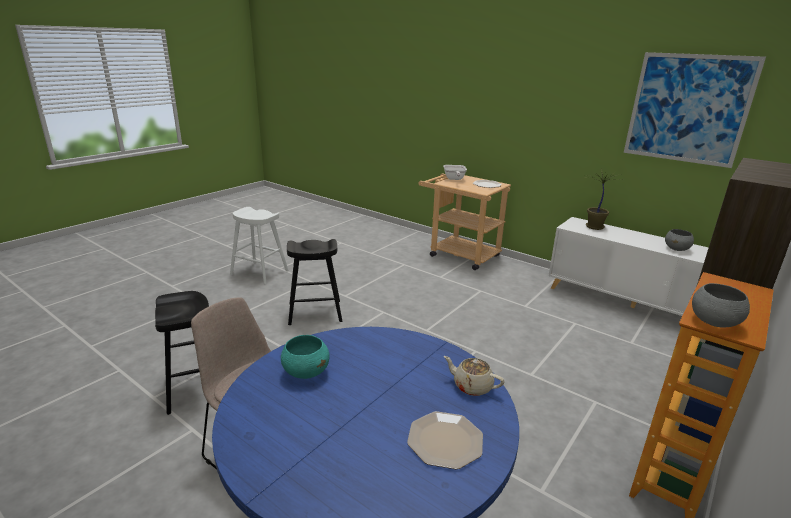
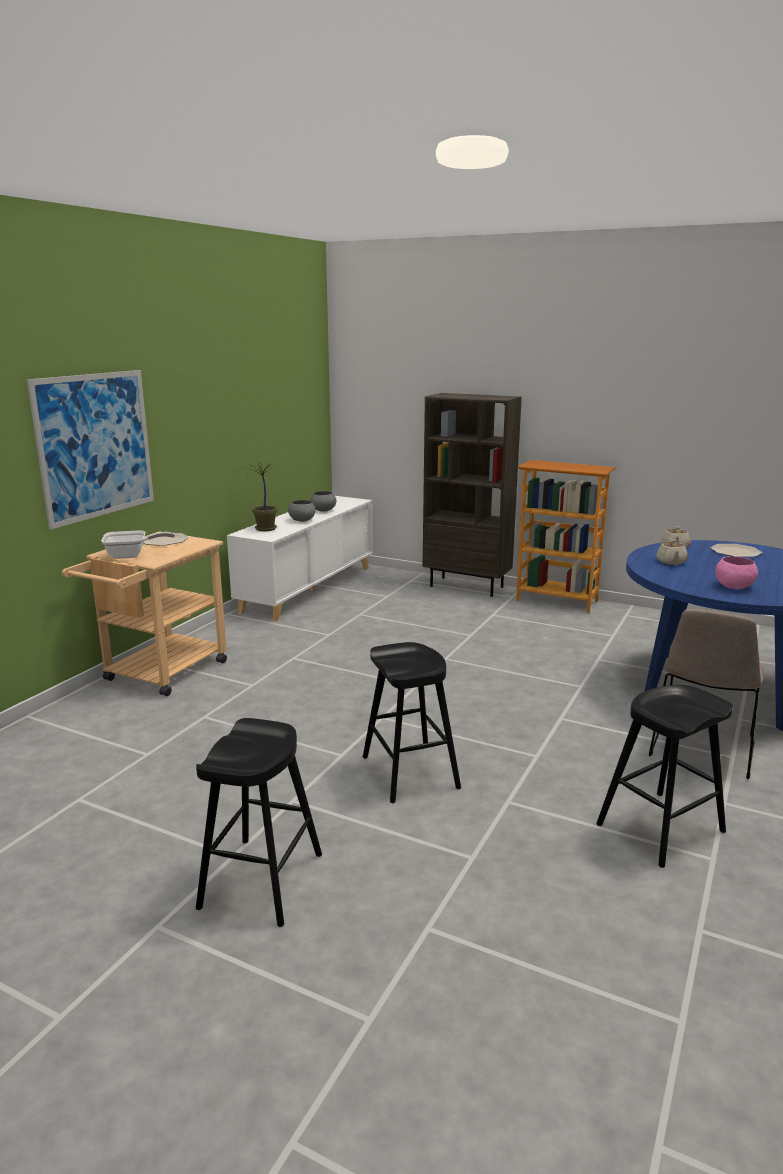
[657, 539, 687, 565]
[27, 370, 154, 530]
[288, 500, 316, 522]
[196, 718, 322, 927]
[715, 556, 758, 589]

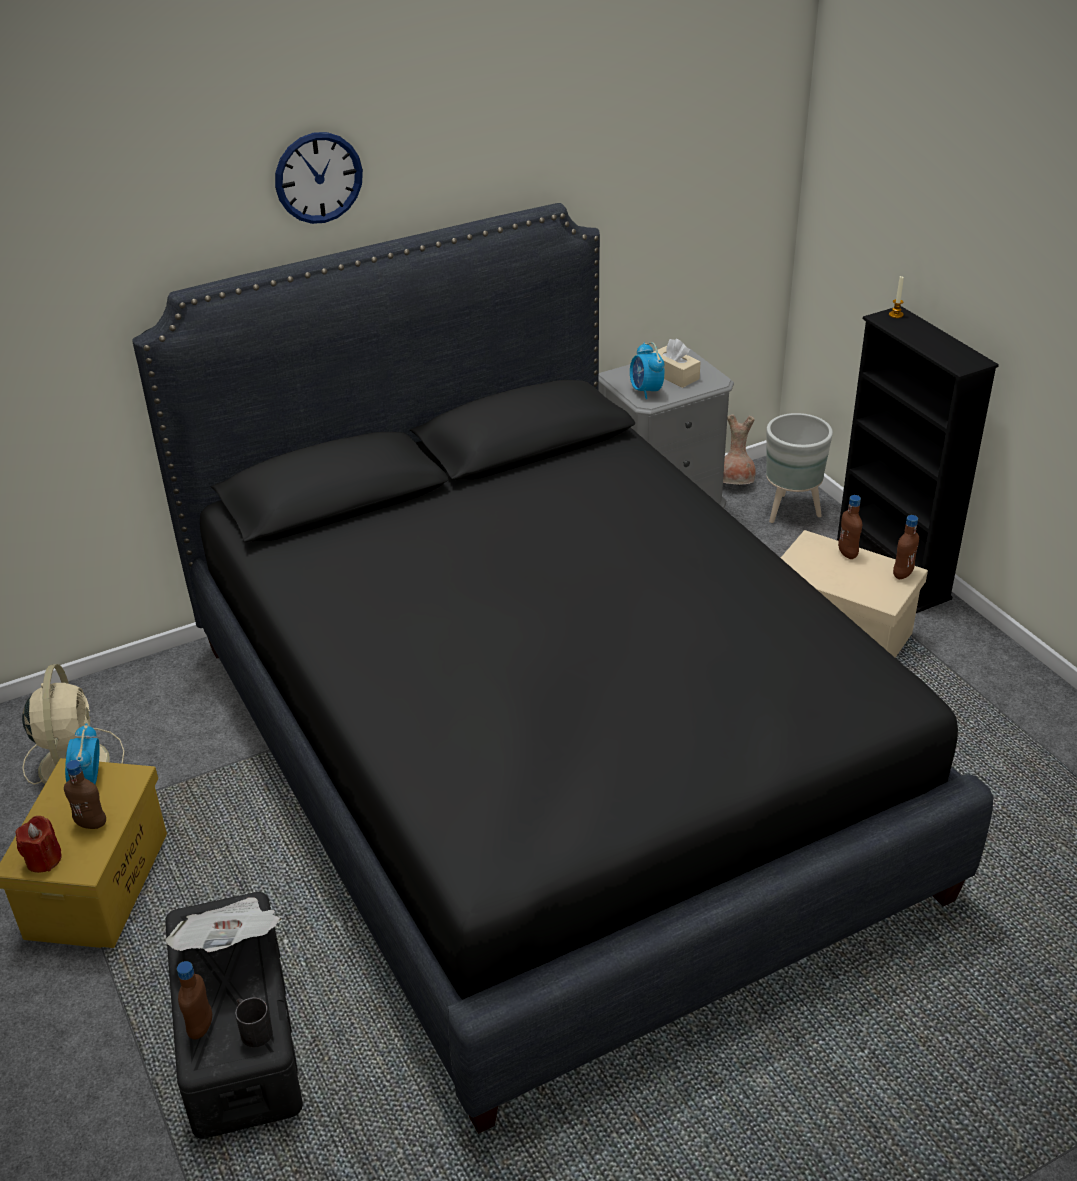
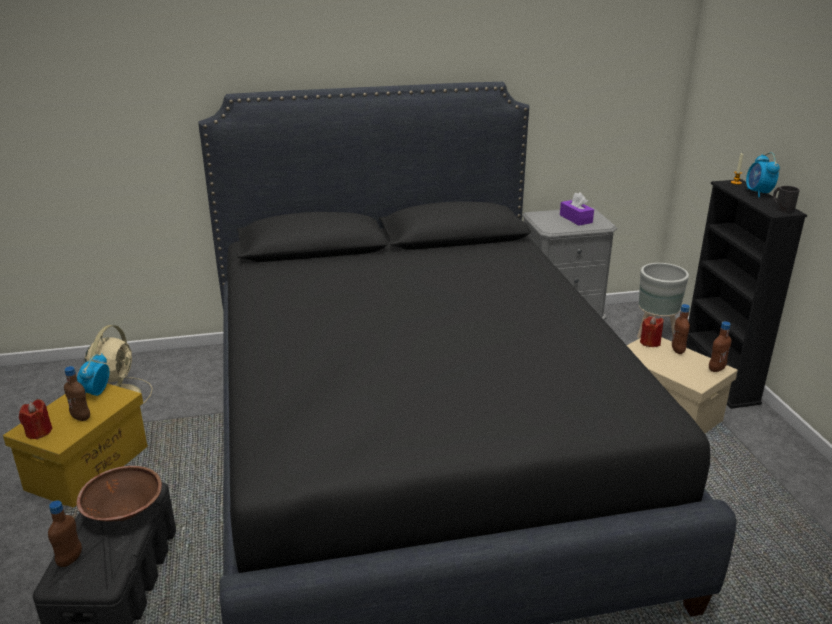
[275, 132, 363, 224] (first image)
[723, 414, 756, 484] (first image)
[640, 316, 664, 347]
[773, 186, 800, 213]
[746, 152, 780, 198]
[77, 466, 162, 522]
[560, 192, 594, 226]

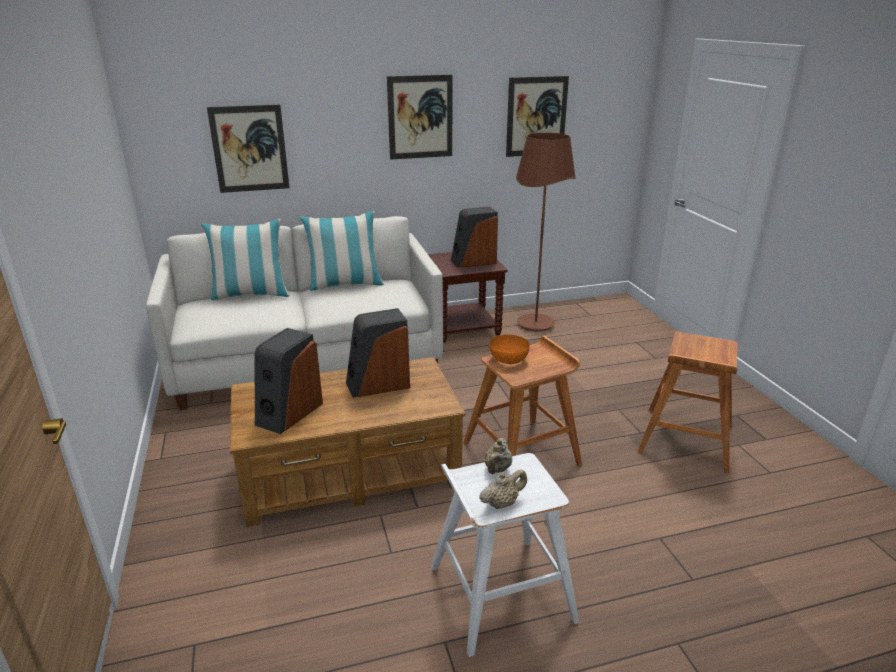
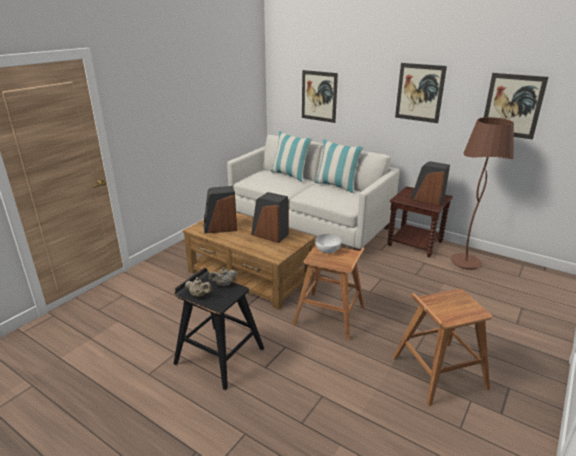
[174, 268, 264, 390]
[315, 234, 341, 253]

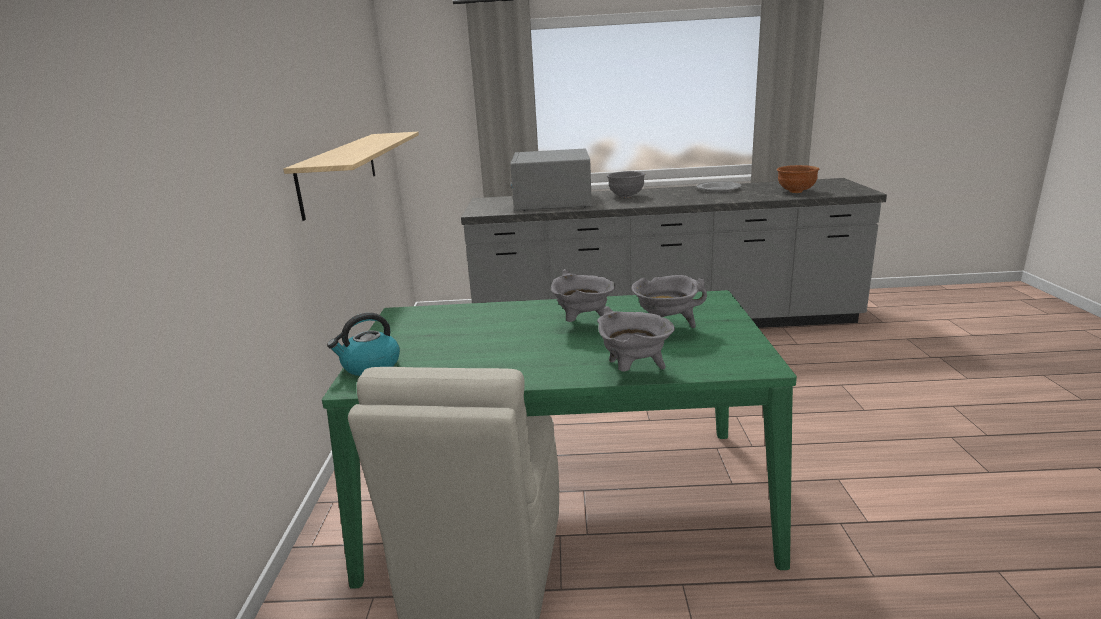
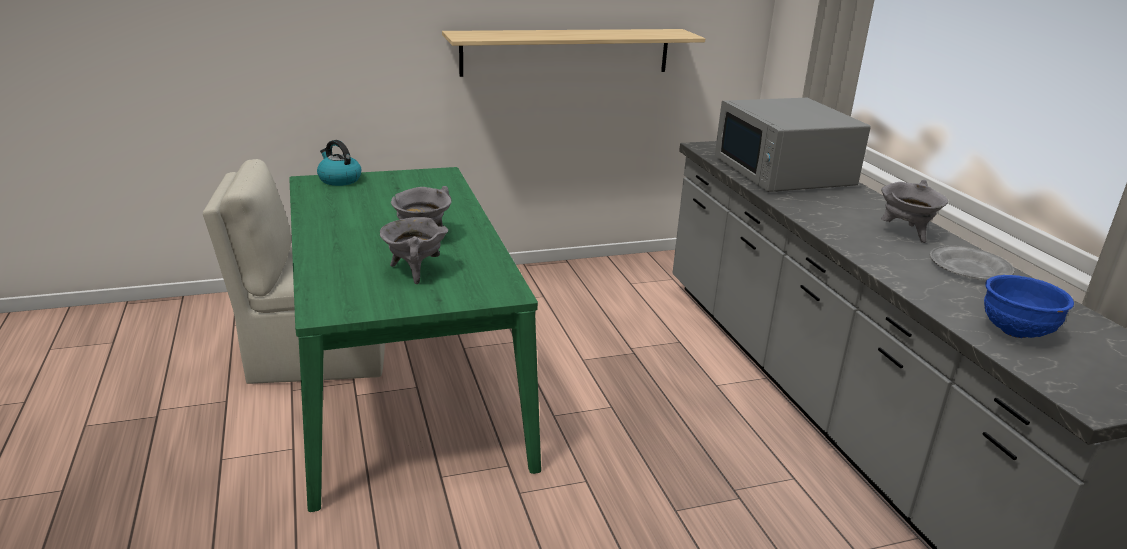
[607, 171, 645, 198] (first image)
[881, 180, 948, 243]
[984, 275, 1074, 338]
[715, 98, 871, 192]

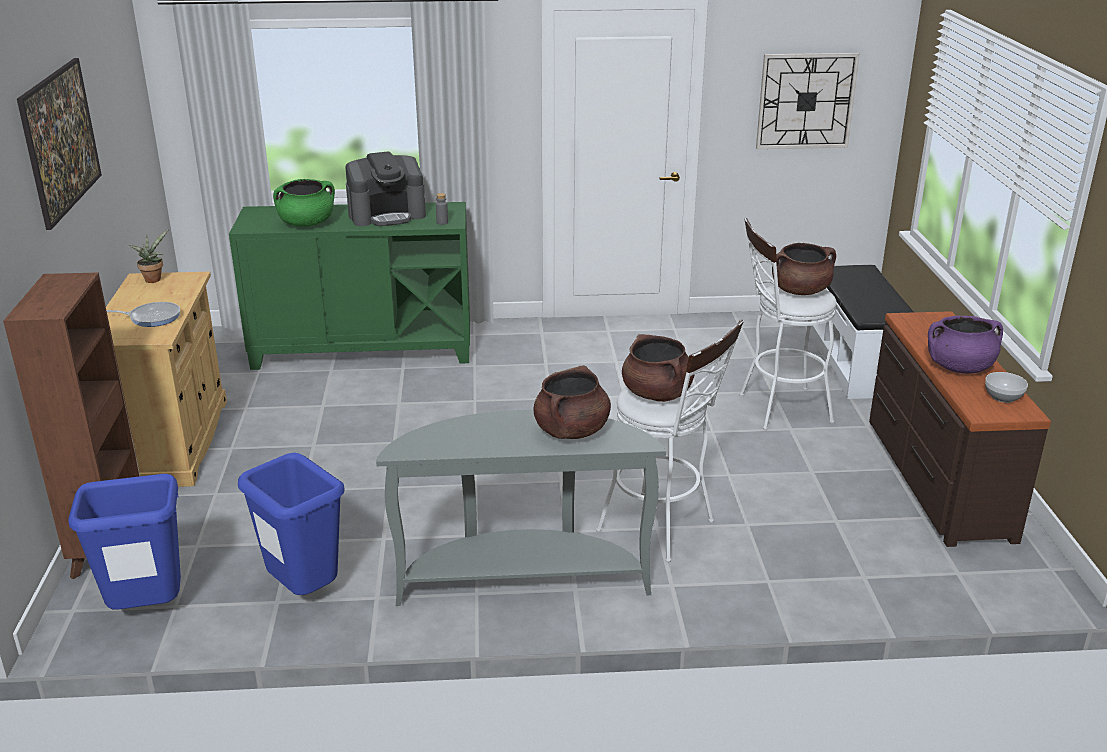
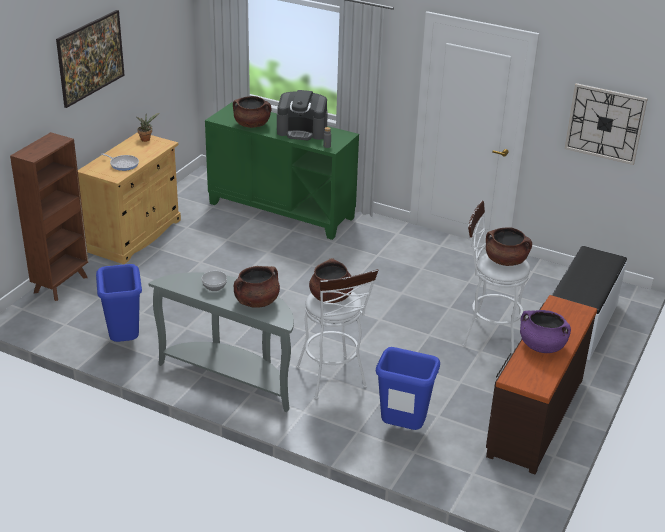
[376, 347, 440, 430]
[202, 271, 227, 291]
[233, 96, 271, 128]

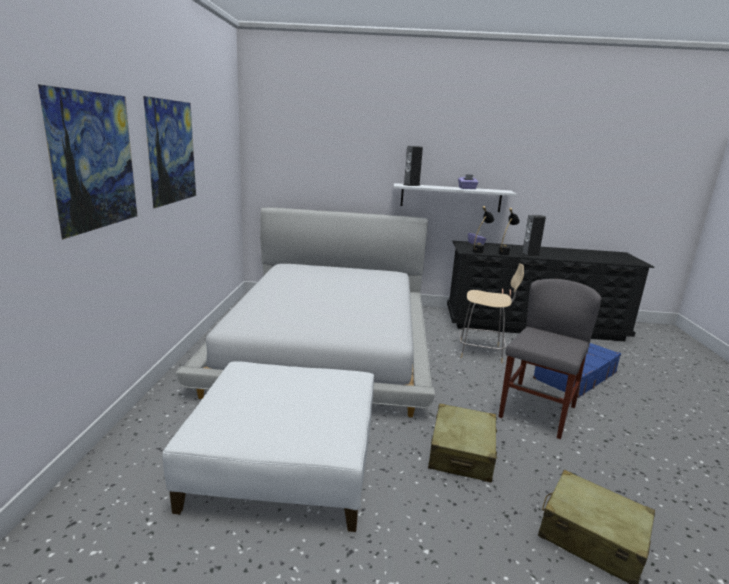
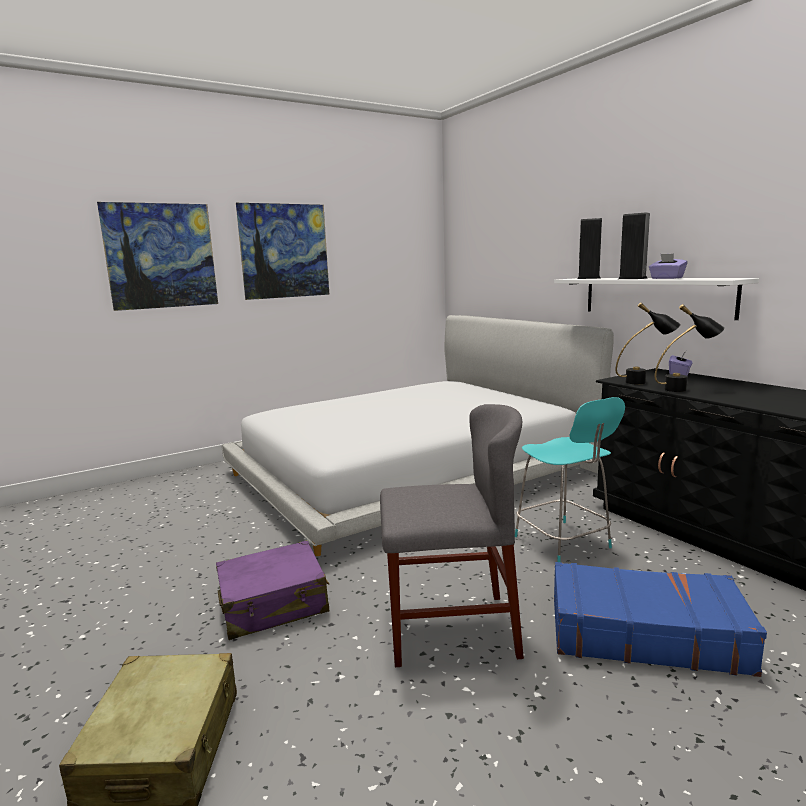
[162, 361, 374, 532] (first image)
[618, 212, 650, 279]
[216, 541, 329, 640]
[515, 397, 625, 562]

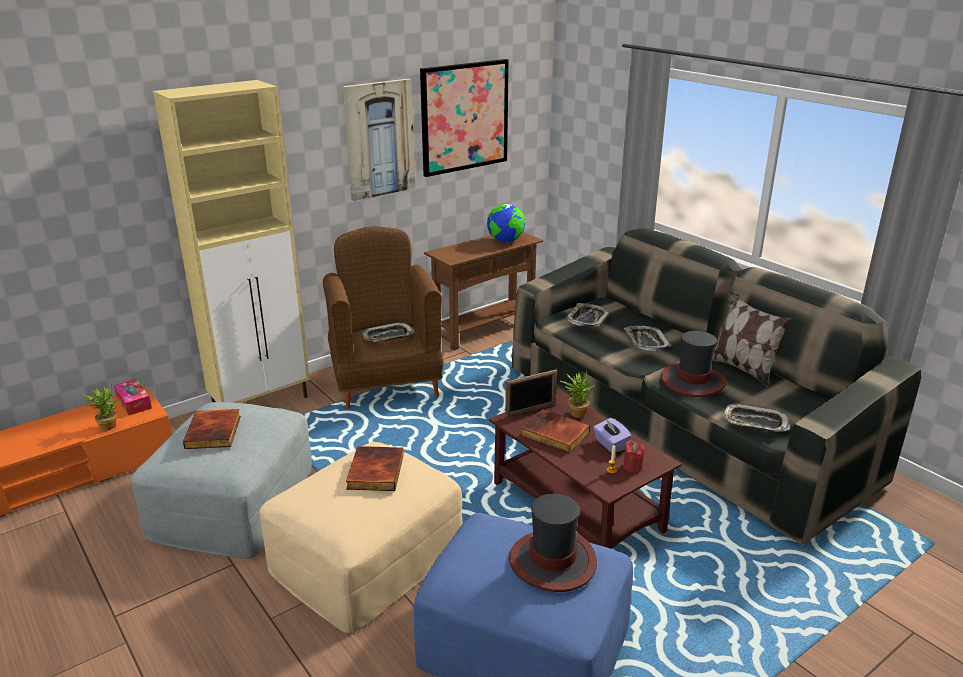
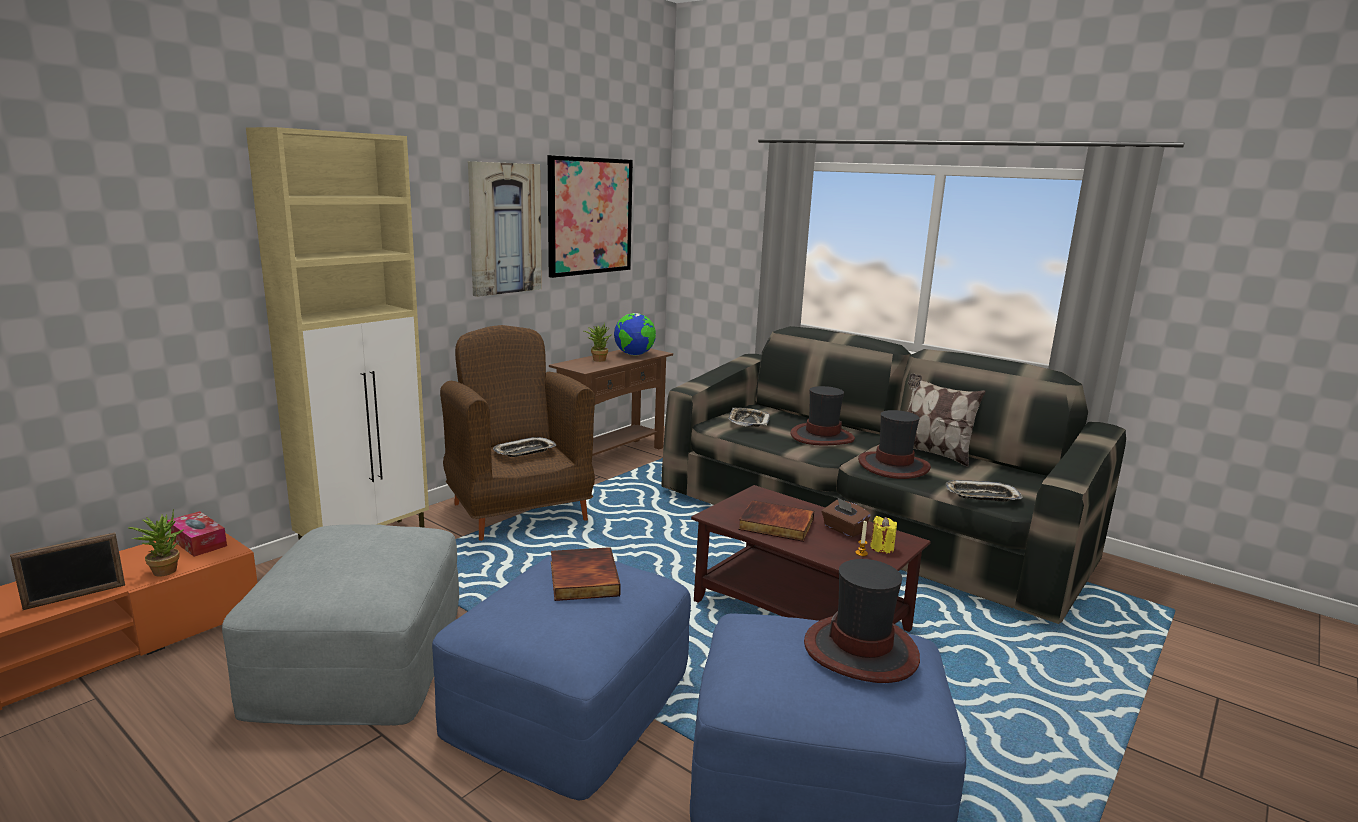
[183, 409, 241, 449] (first image)
[10, 533, 125, 610]
[584, 322, 612, 362]
[791, 386, 855, 445]
[432, 555, 691, 801]
[822, 497, 871, 537]
[870, 516, 897, 554]

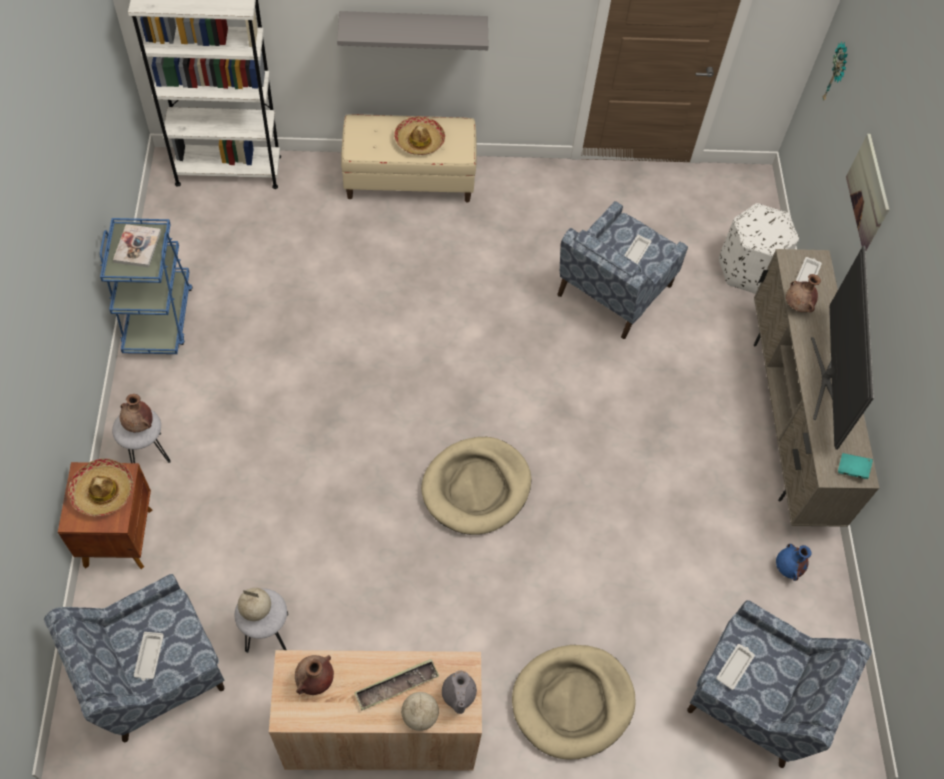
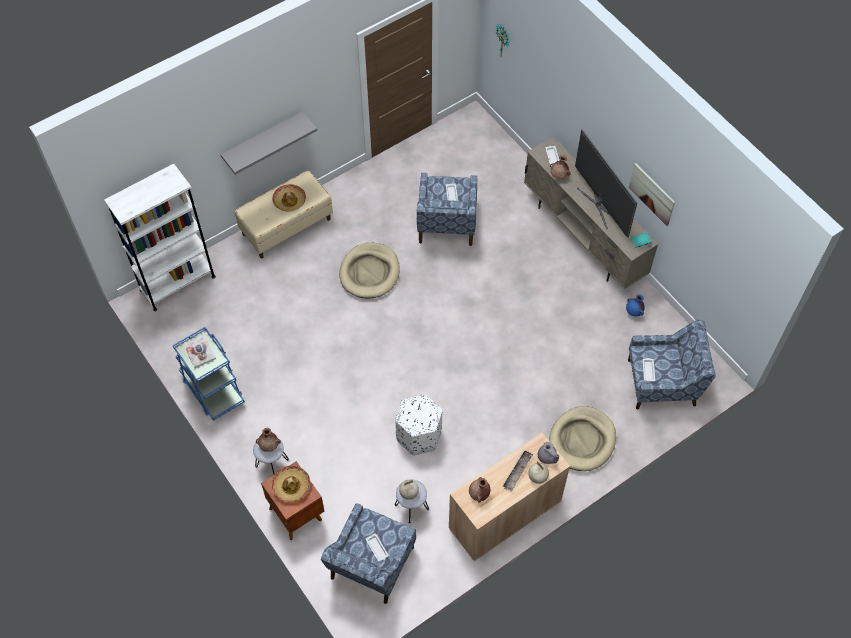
[339, 243, 400, 299]
[395, 394, 442, 455]
[629, 163, 675, 226]

